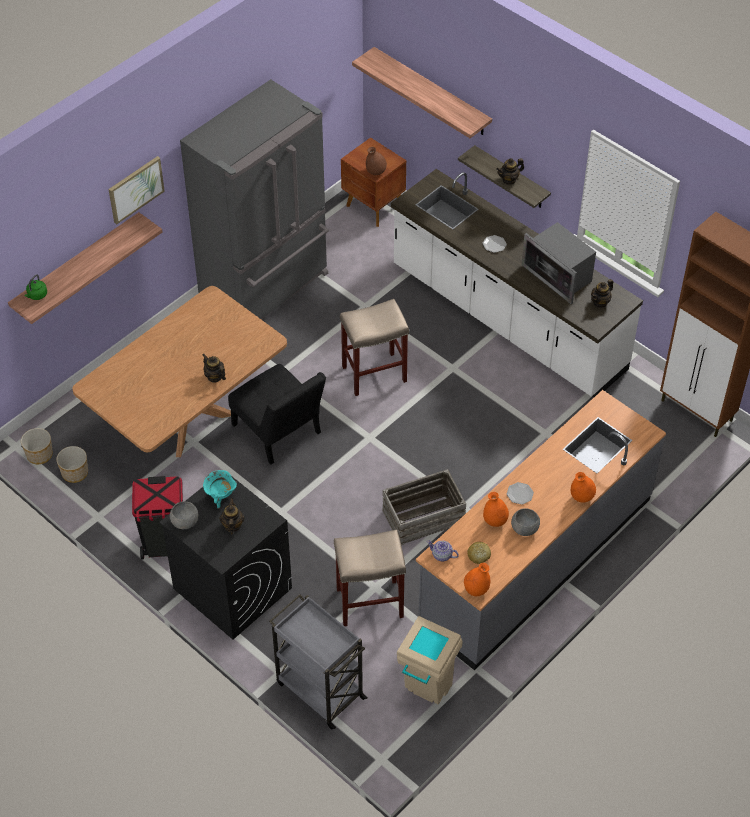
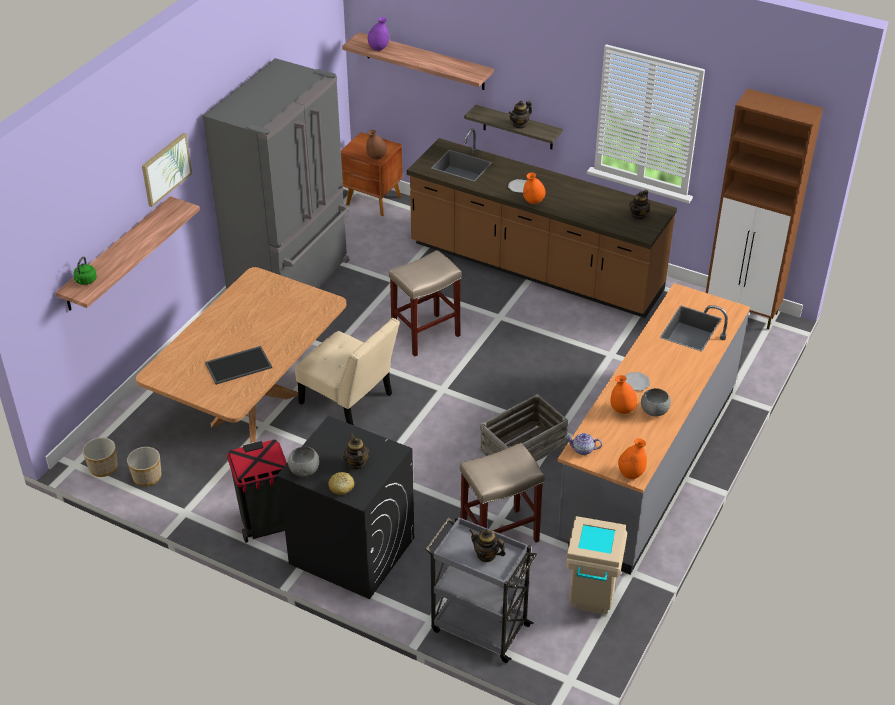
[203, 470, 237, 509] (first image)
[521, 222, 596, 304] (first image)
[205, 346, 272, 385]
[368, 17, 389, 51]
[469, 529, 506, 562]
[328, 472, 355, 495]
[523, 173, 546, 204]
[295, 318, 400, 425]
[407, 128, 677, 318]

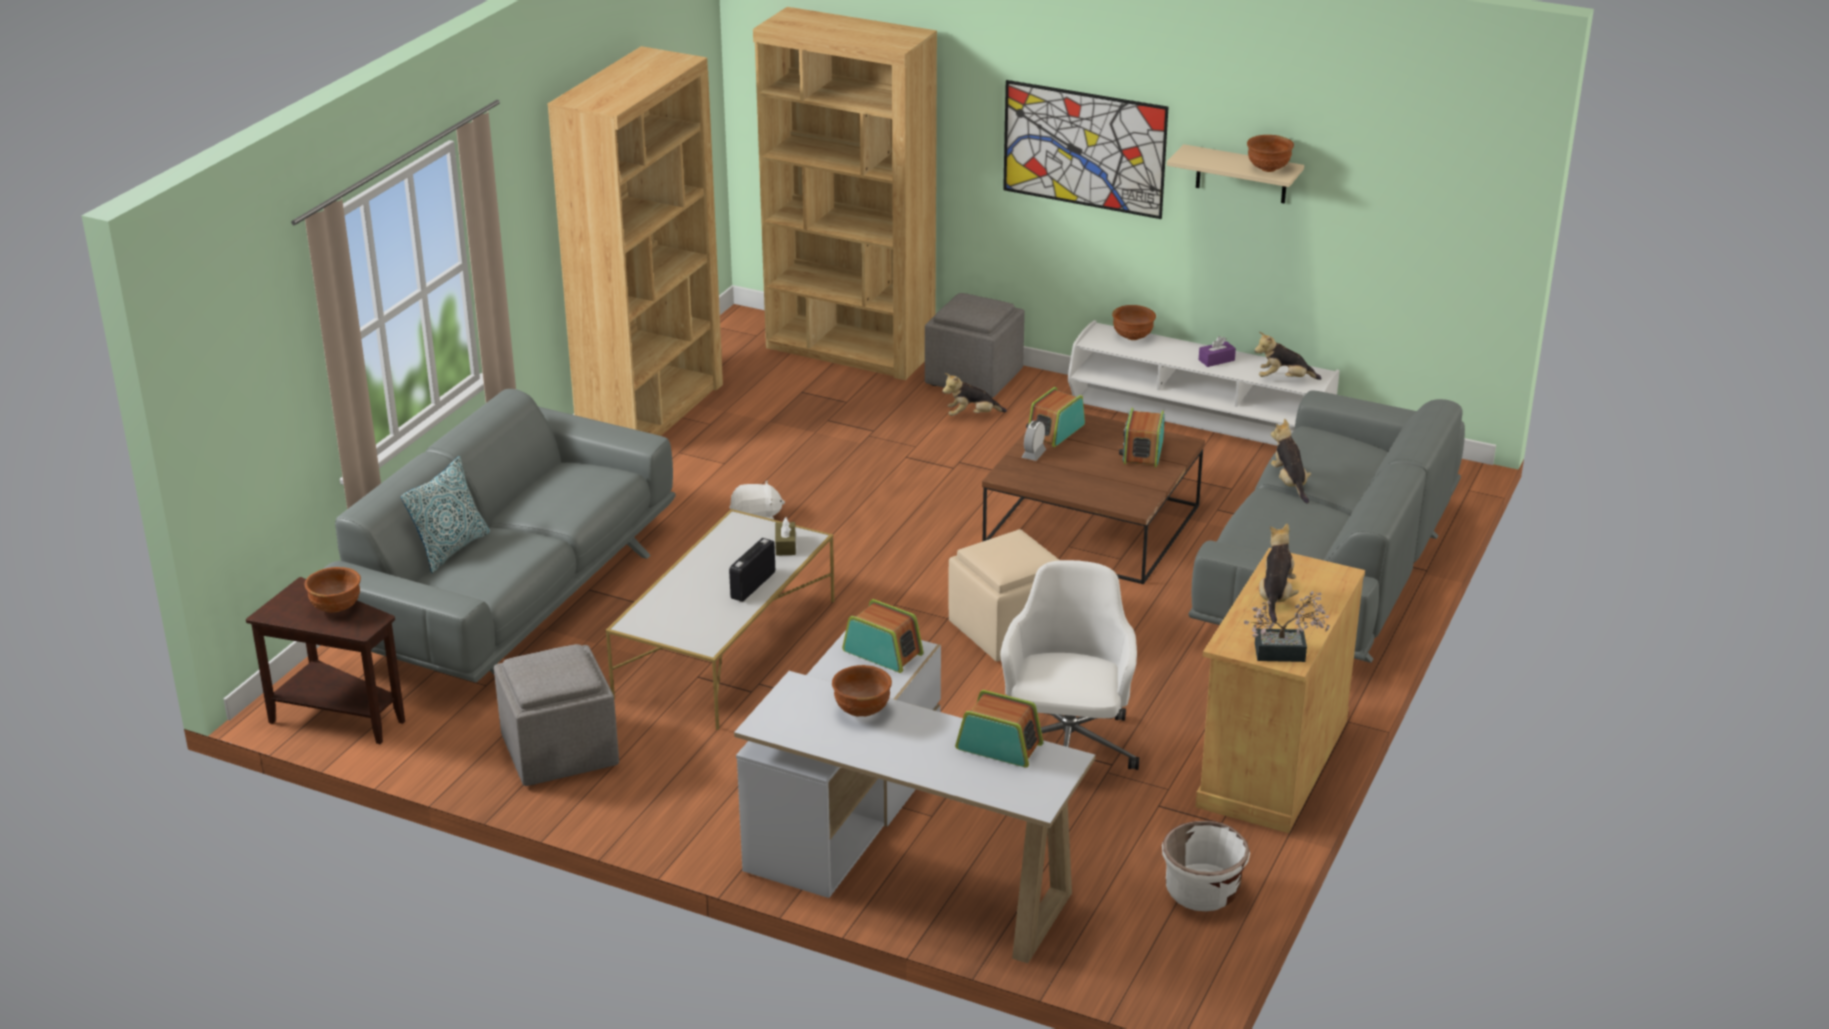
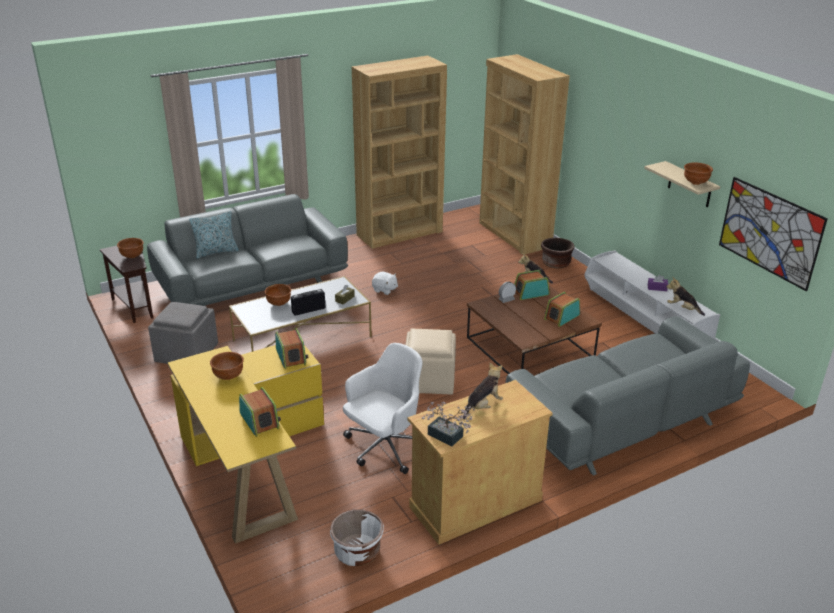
[1271, 419, 1311, 504] (first image)
[719, 177, 828, 291]
[265, 284, 291, 306]
[541, 238, 575, 268]
[168, 345, 324, 544]

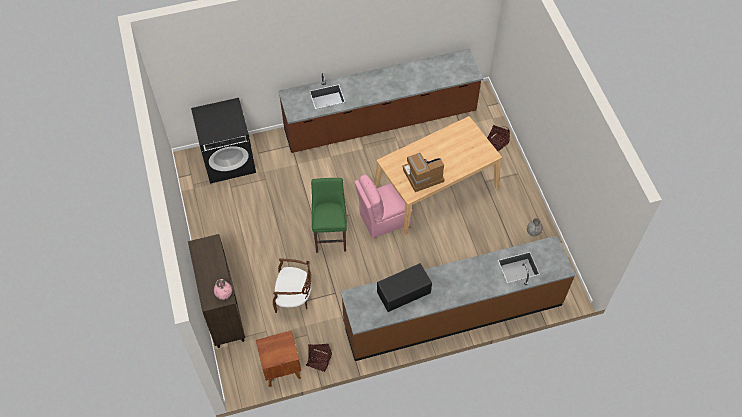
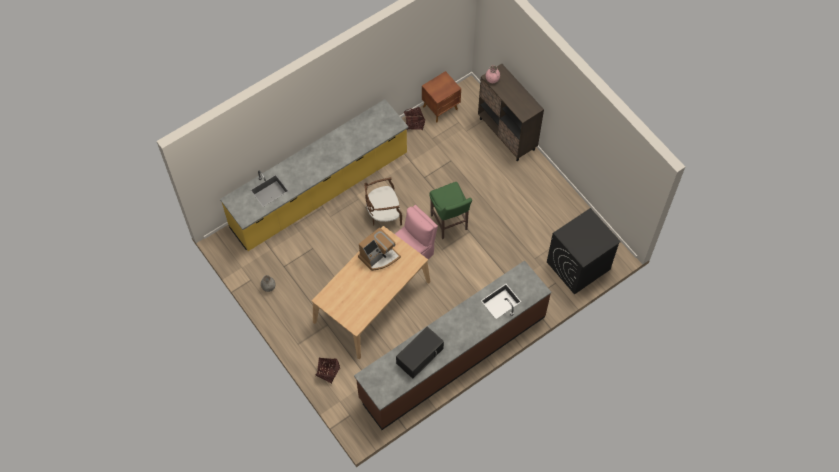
[364, 177, 402, 226]
[396, 327, 444, 379]
[220, 99, 409, 251]

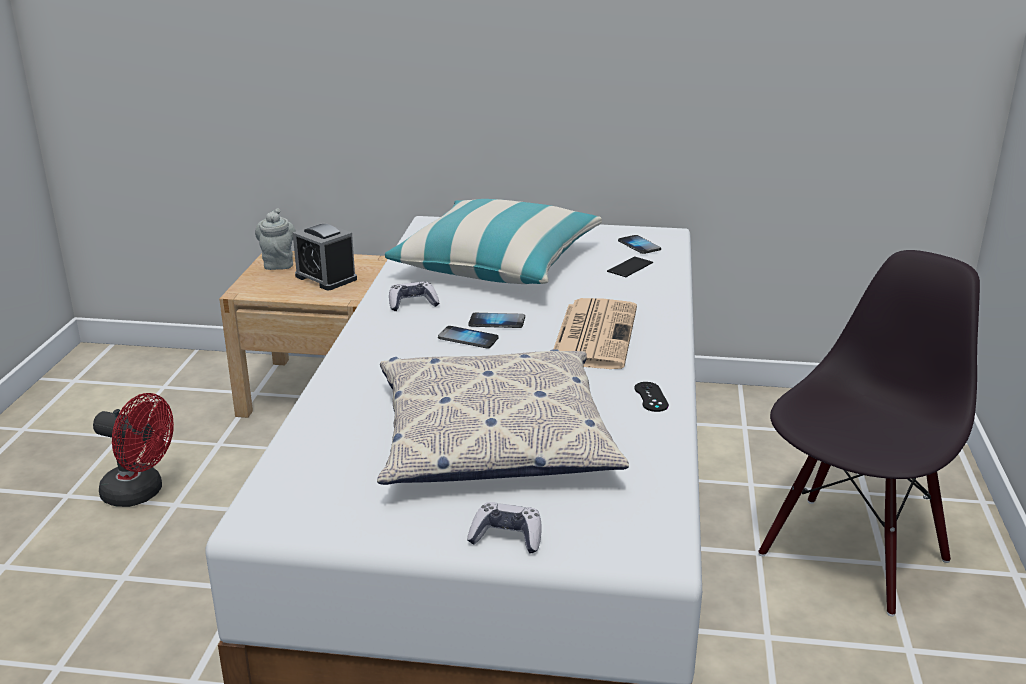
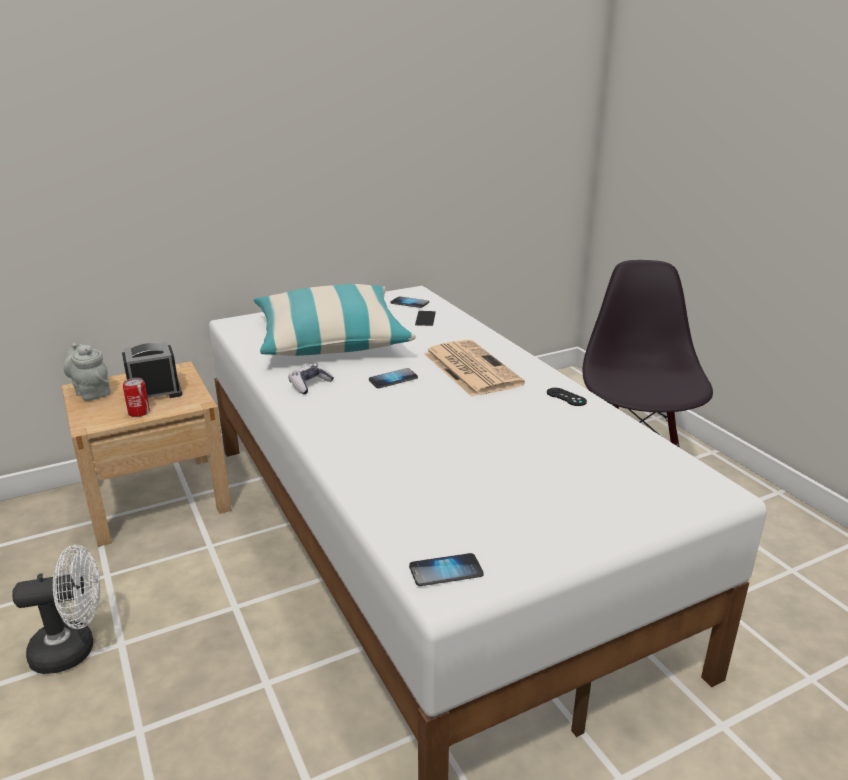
[377, 349, 629, 485] (first image)
[467, 502, 542, 553] (first image)
[123, 378, 150, 417]
[409, 553, 484, 586]
[12, 545, 100, 674]
[122, 342, 183, 398]

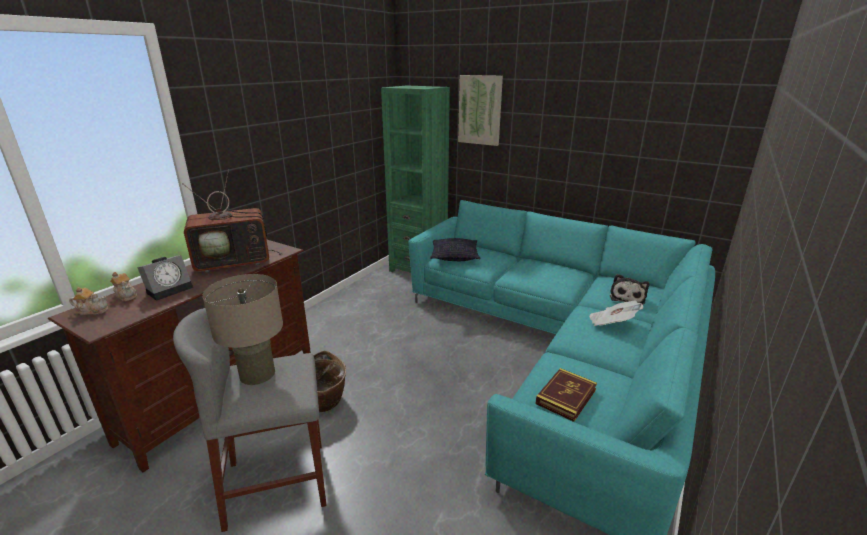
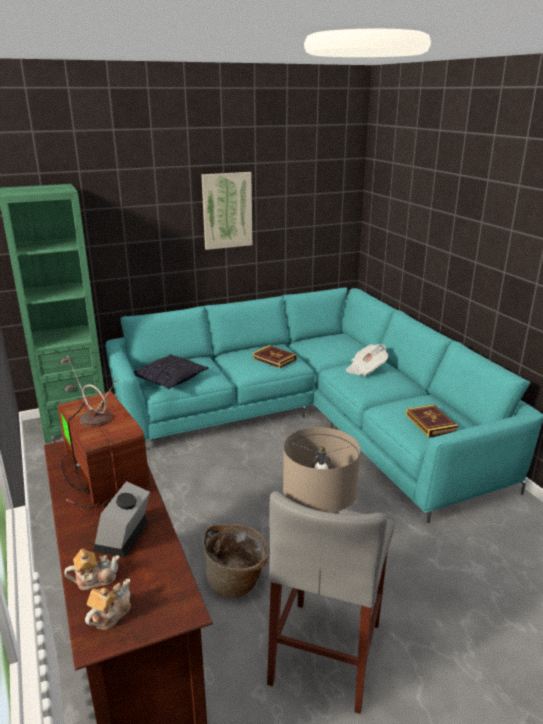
[610, 274, 649, 304] (first image)
[252, 345, 297, 368]
[201, 172, 252, 250]
[93, 481, 150, 558]
[58, 355, 149, 508]

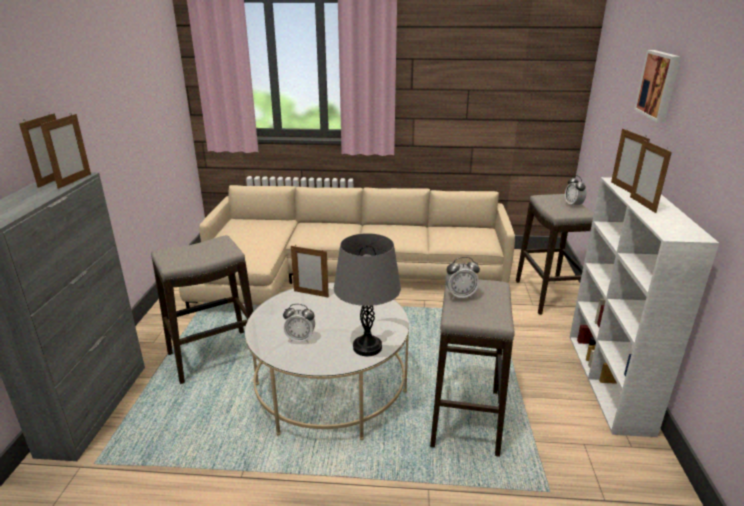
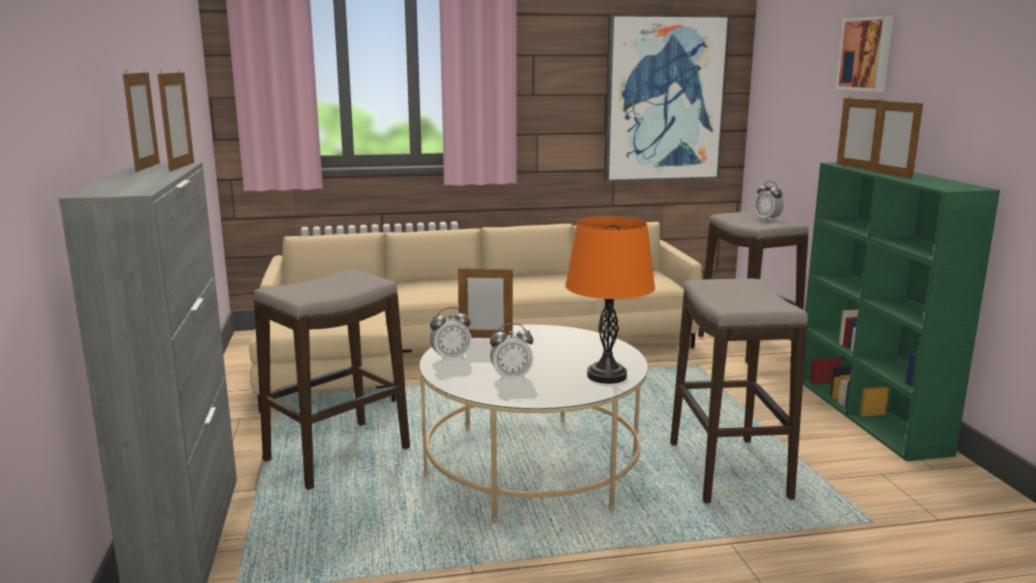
[604, 14, 730, 182]
[430, 307, 471, 363]
[565, 216, 655, 384]
[803, 162, 1000, 461]

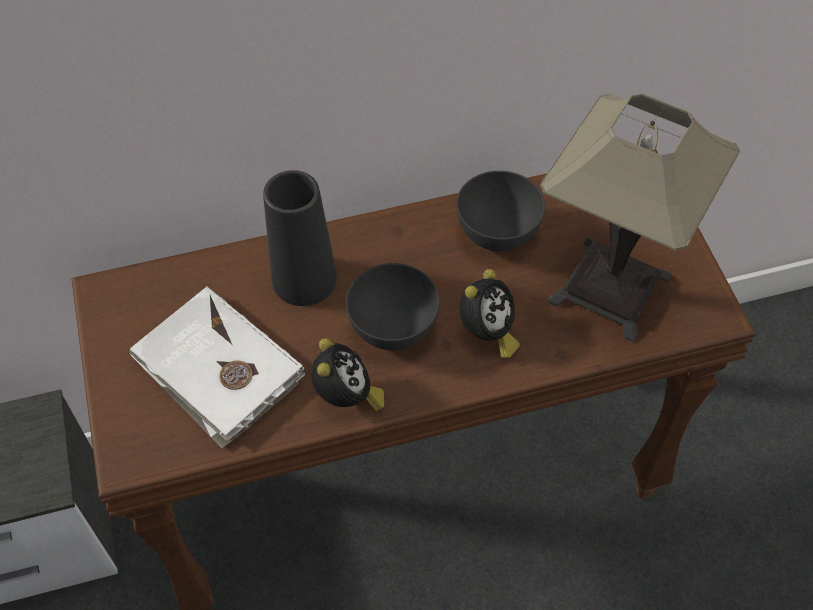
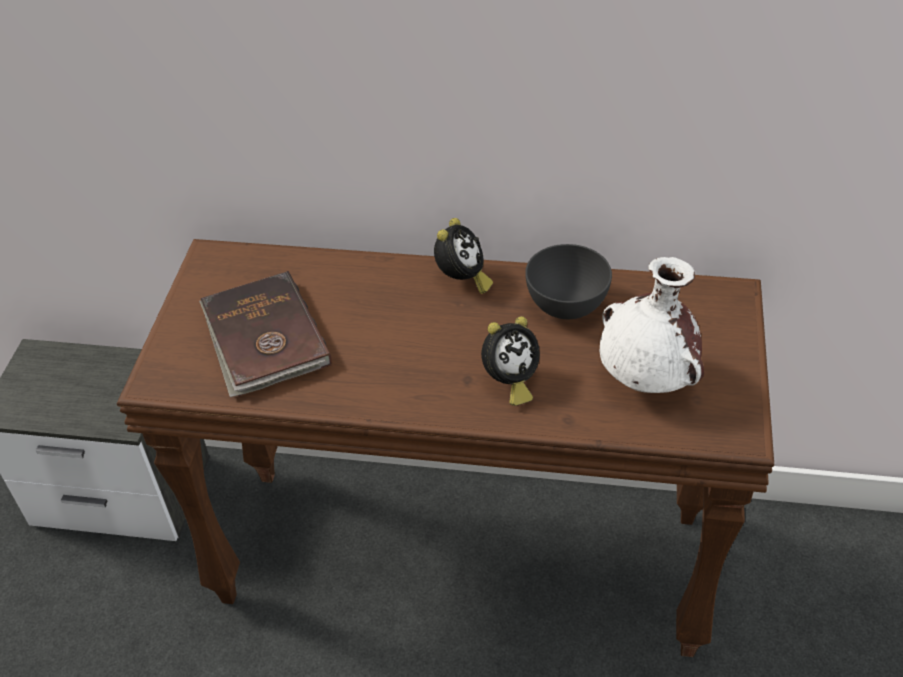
[263, 170, 337, 306] (first image)
[346, 263, 440, 351] (first image)
[434, 218, 493, 294]
[600, 257, 704, 393]
[199, 271, 332, 397]

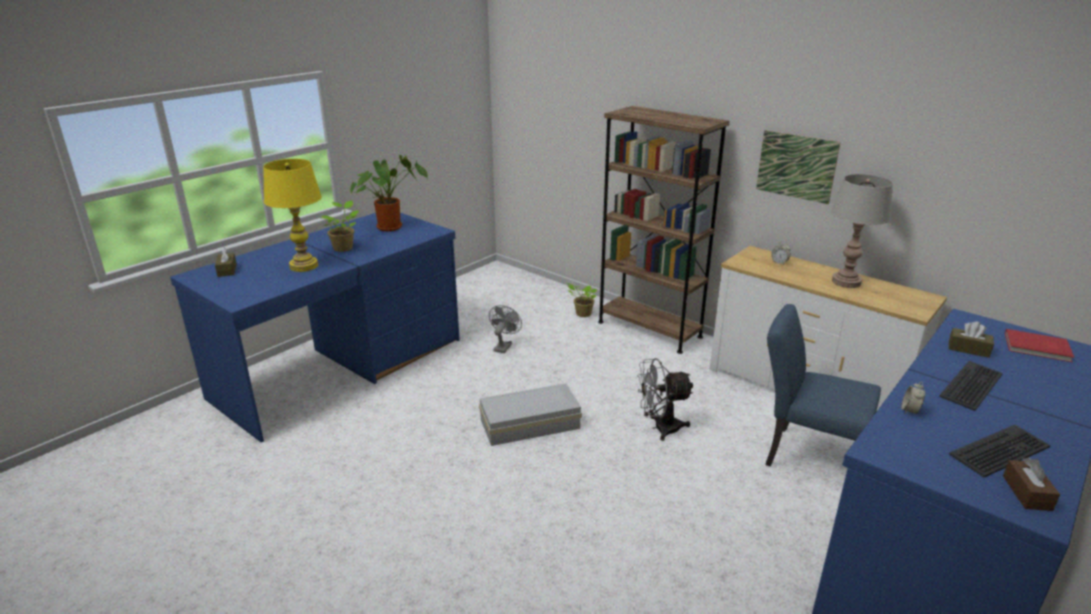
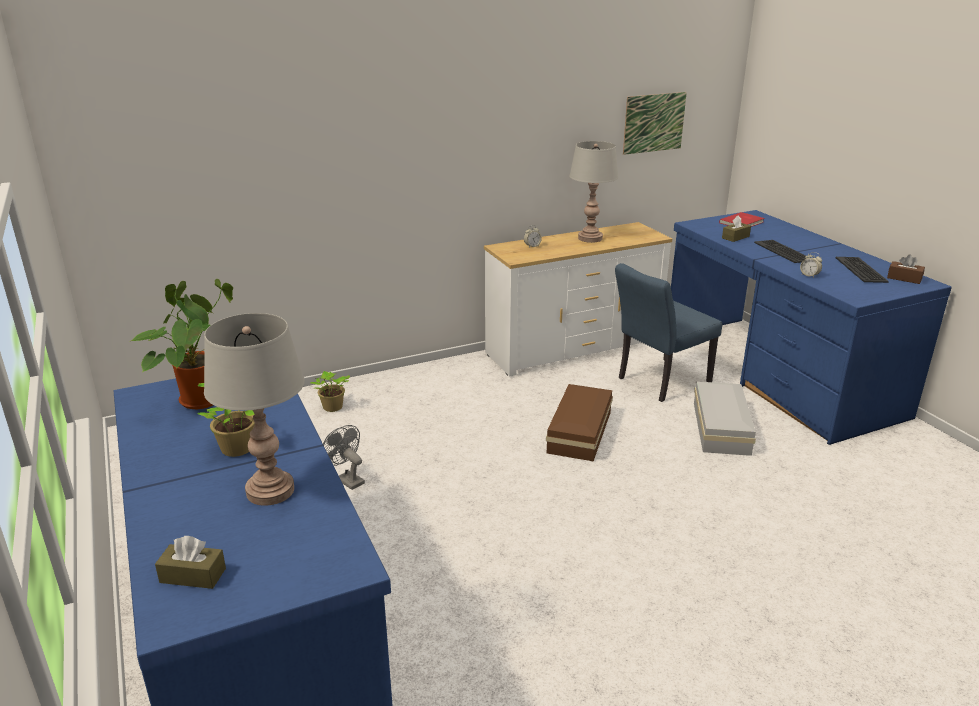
[598, 106, 730, 354] (first image)
[694, 381, 756, 456]
[623, 92, 687, 155]
[546, 384, 613, 461]
[204, 313, 305, 506]

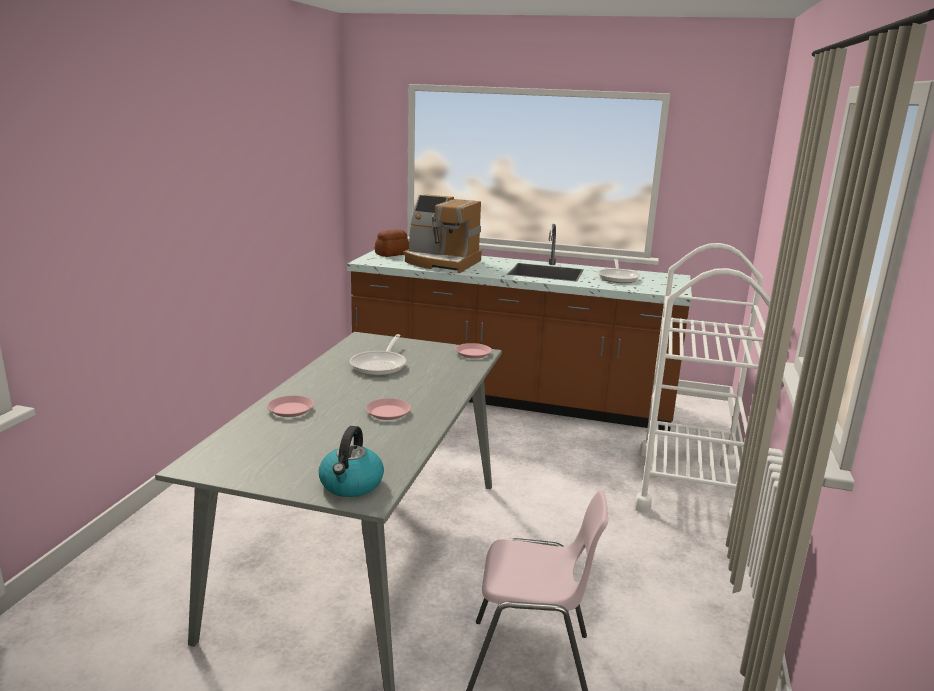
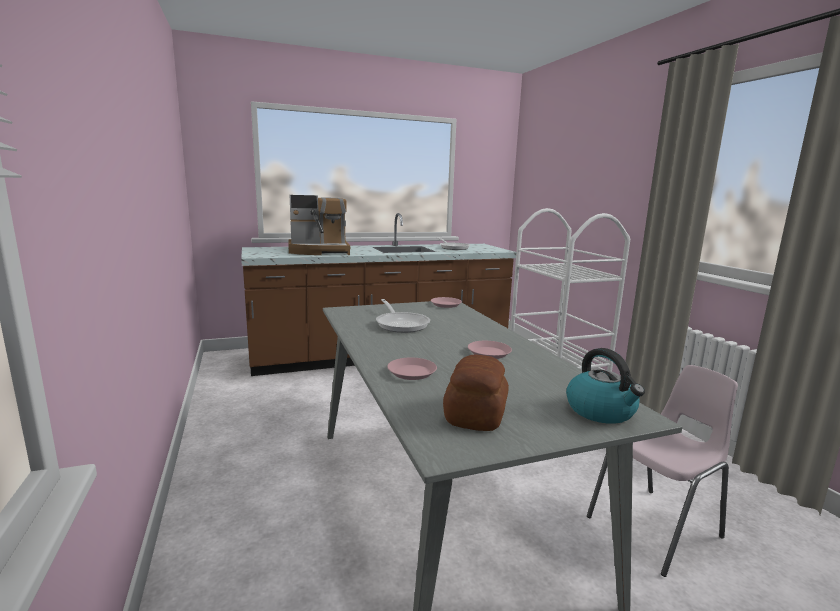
[443, 354, 509, 431]

